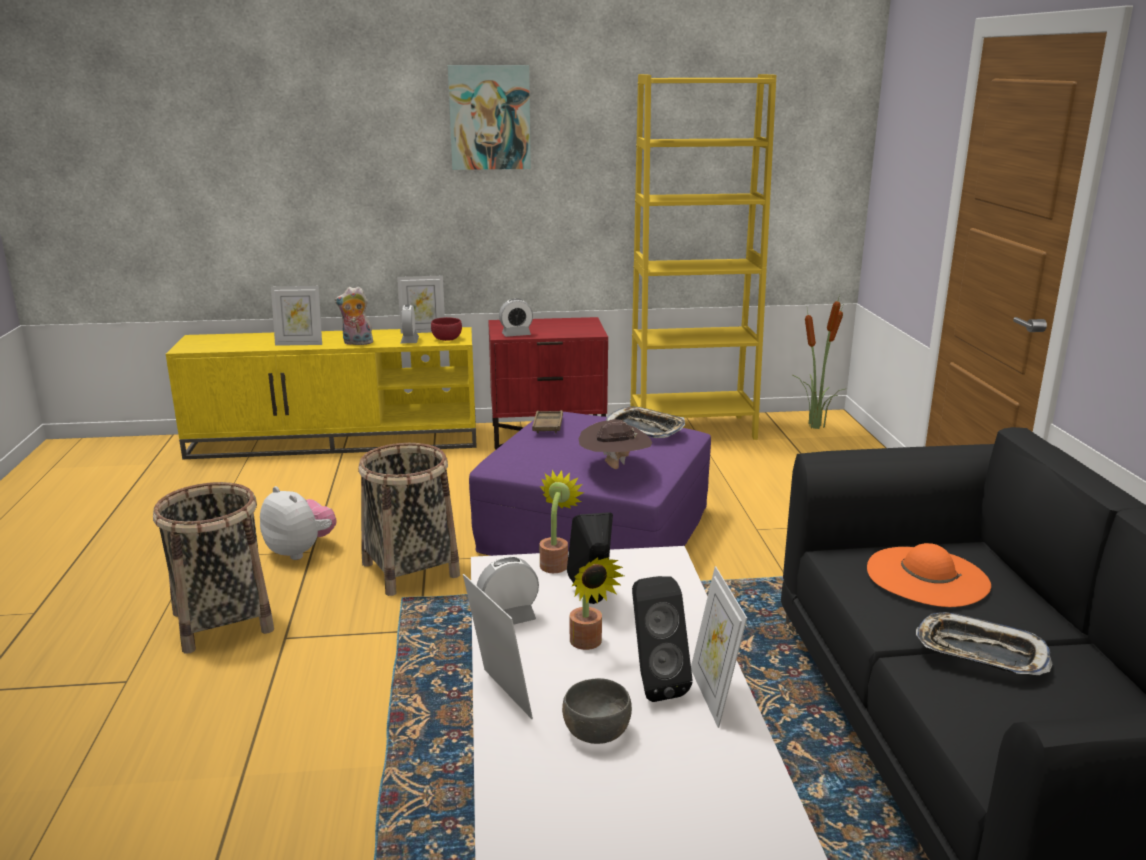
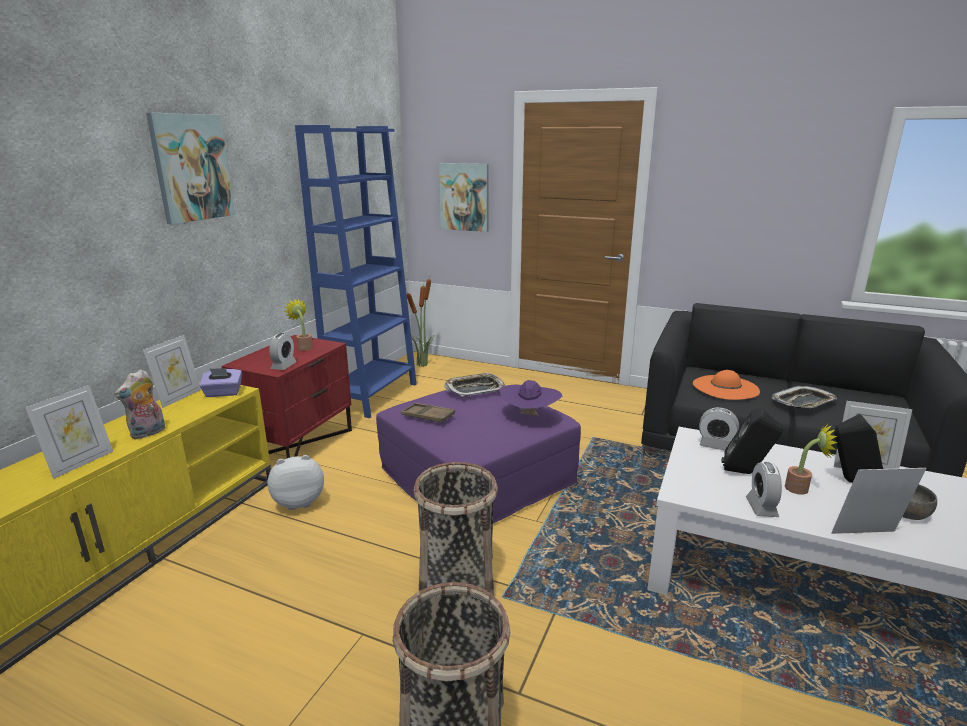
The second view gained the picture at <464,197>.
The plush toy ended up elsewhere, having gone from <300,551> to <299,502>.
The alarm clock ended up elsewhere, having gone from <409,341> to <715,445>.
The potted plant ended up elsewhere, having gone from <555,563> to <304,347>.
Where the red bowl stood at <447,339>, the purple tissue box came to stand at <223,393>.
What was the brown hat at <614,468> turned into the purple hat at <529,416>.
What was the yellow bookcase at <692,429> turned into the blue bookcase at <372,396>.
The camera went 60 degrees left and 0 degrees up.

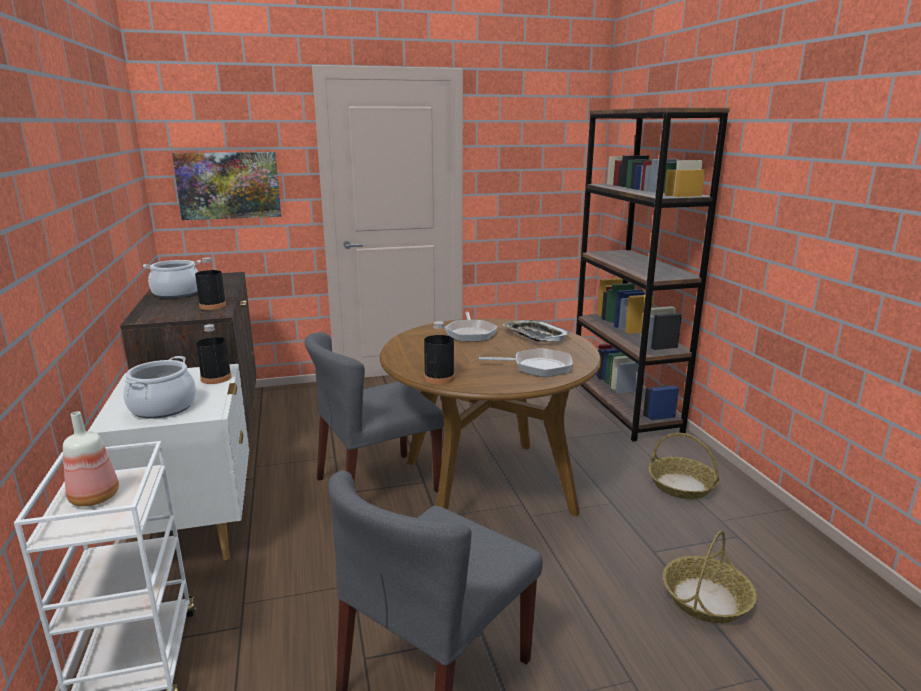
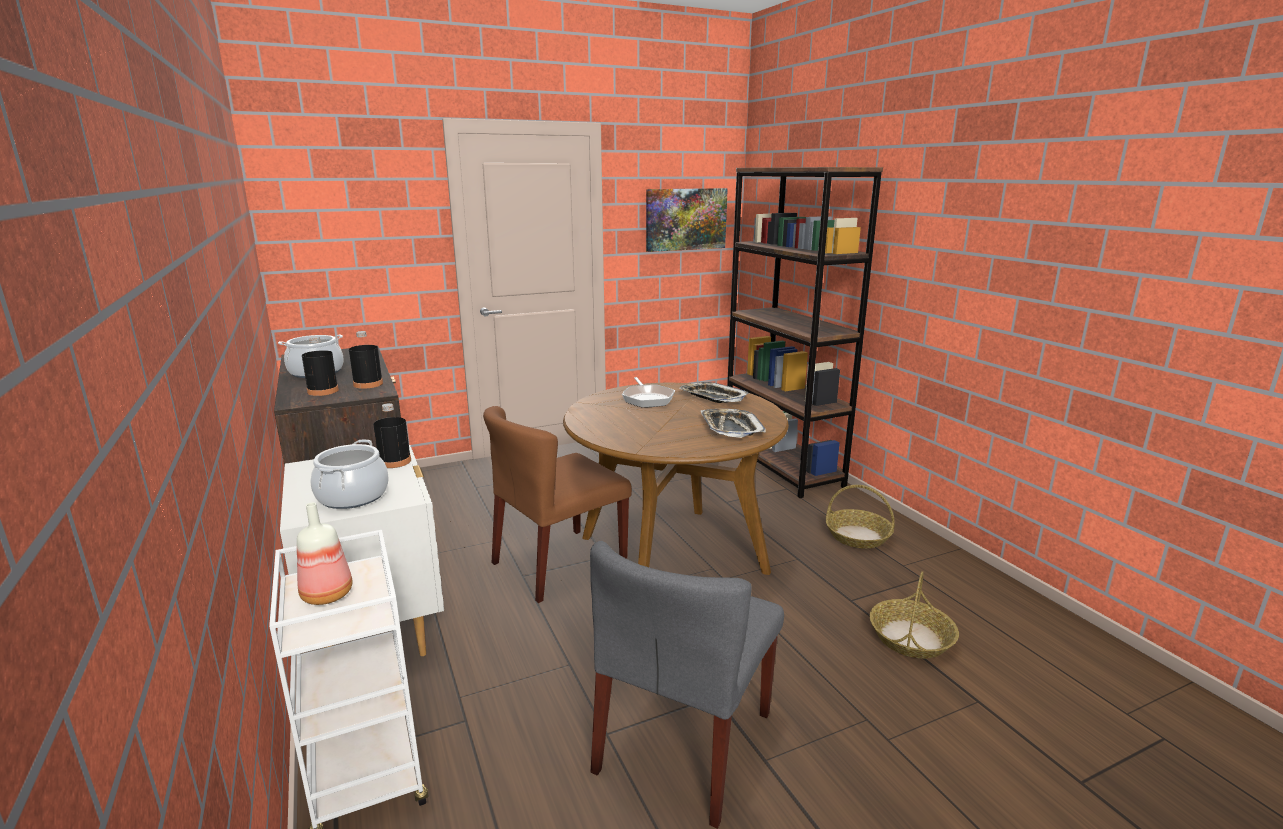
The picture ended up elsewhere, having gone from <228,185> to <685,219>.
The black bottle ended up elsewhere, having gone from <439,378> to <323,391>.
Where the frying pan stood at <537,367>, the tray came to stand at <731,428>.
What was the grey chair at <377,485> turned into the brown chair at <558,564>.
The camera went 10 degrees left and 0 degrees up.

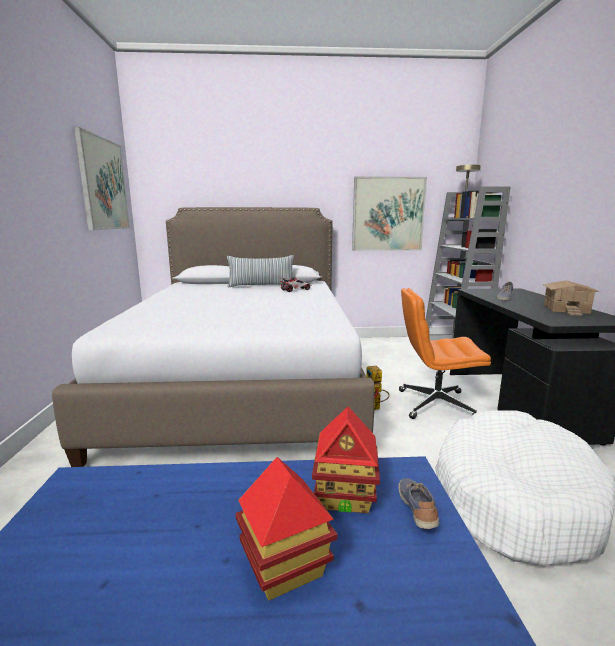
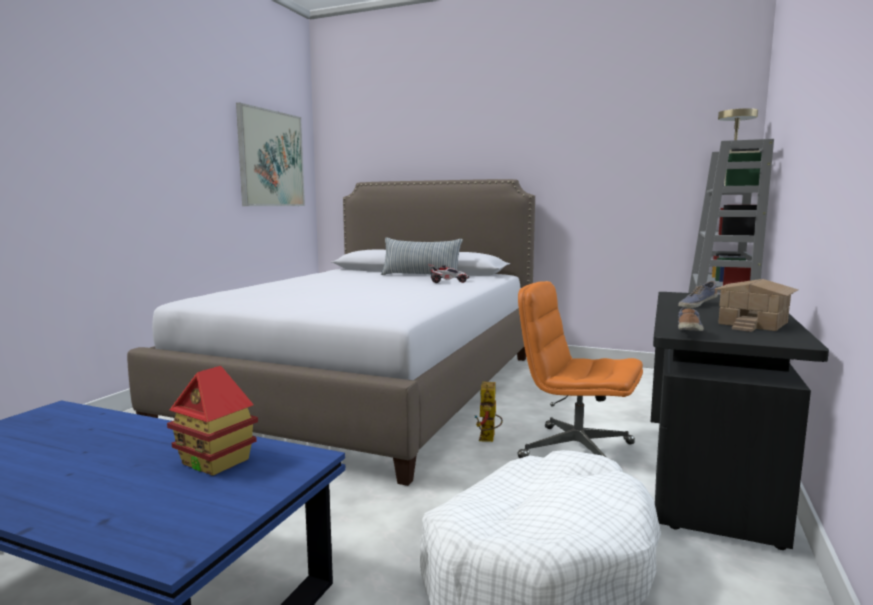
The second view lost the toy house at <285,568>.
The second view lost the picture at <388,214>.
The shoe ended up elsewhere, having gone from <417,510> to <689,333>.
The camera went 25 degrees right and 5 degrees down.

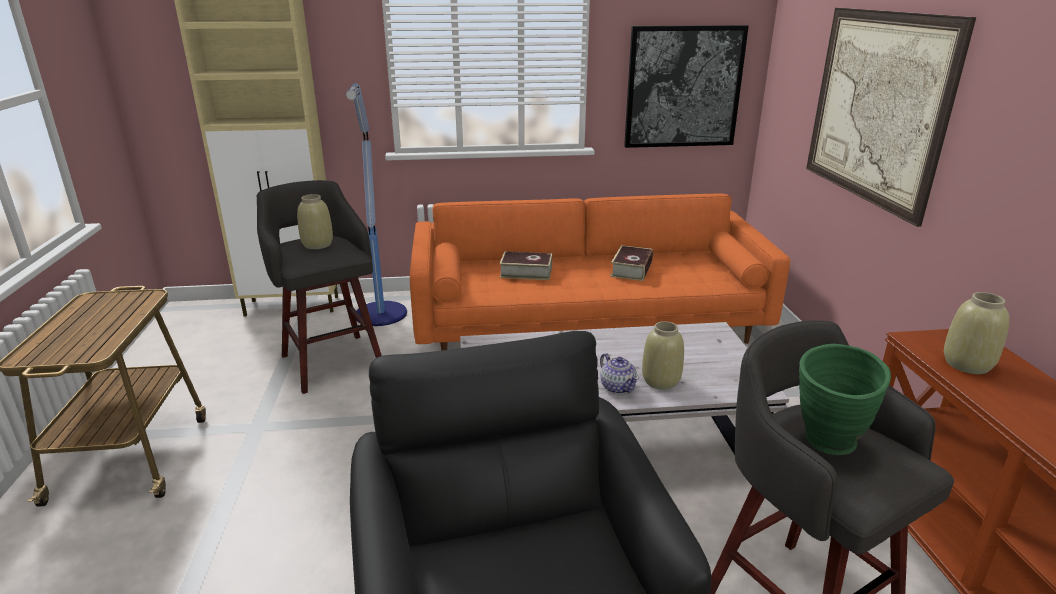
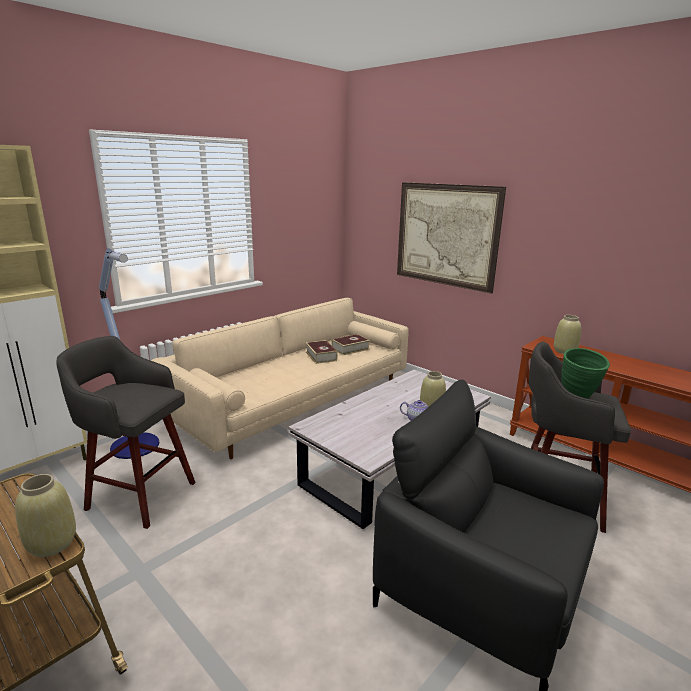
The second view lost the picture at <683,87>.
The beige vase ended up elsewhere, having gone from <317,245> to <51,544>.
The book ended up elsewhere, having gone from <526,272> to <350,349>.
What was the orange sofa at <587,322> turned into the beige sofa at <294,401>.
The camera went 40 degrees left and 5 degrees down.

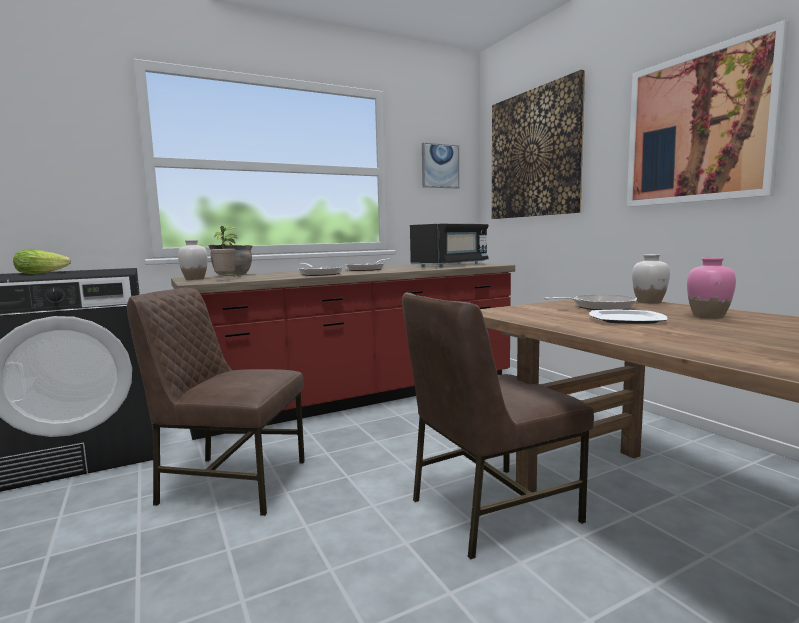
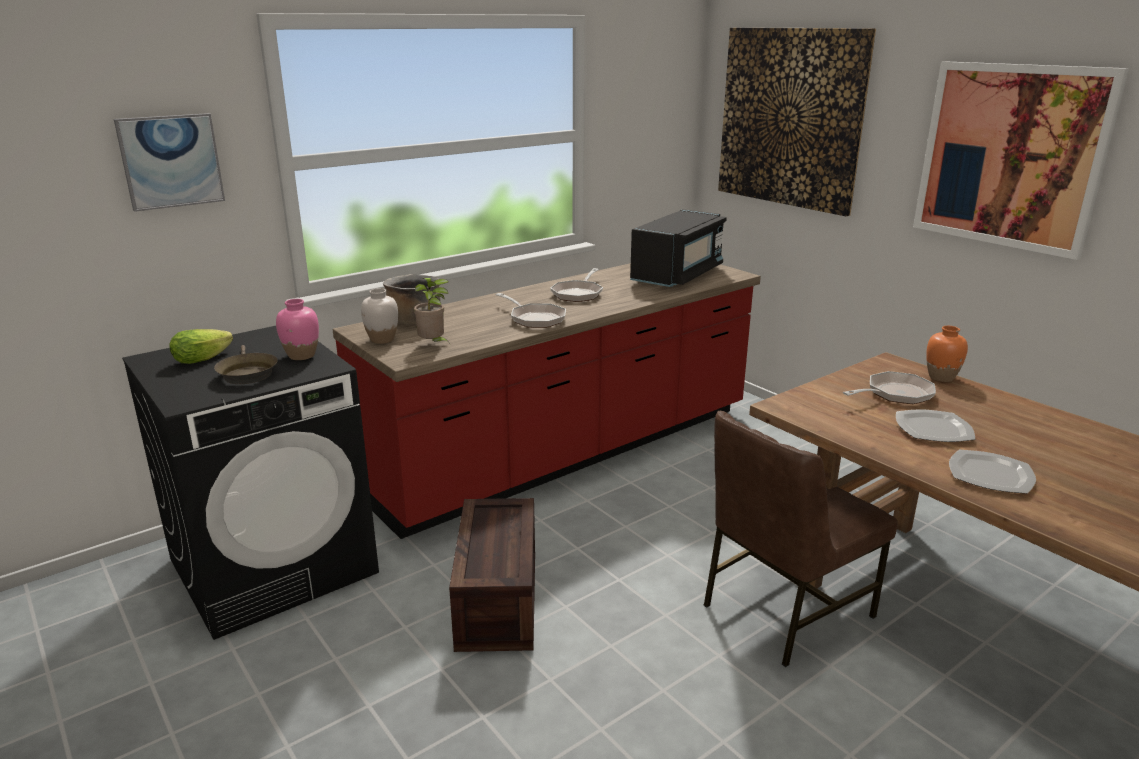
The second view gained the brown frying pan at <247,373>.
The second view gained the plate at <991,474>.
The picture ended up elsewhere, having gone from <440,166> to <171,161>.
The pink vase ended up elsewhere, having gone from <708,316> to <301,356>.
Where the brown chair stood at <231,482>, the crate came to stand at <495,598>.
What was the white vase at <649,302> turned into the orange vase at <941,377>.
The camera went 10 degrees left and 15 degrees up.

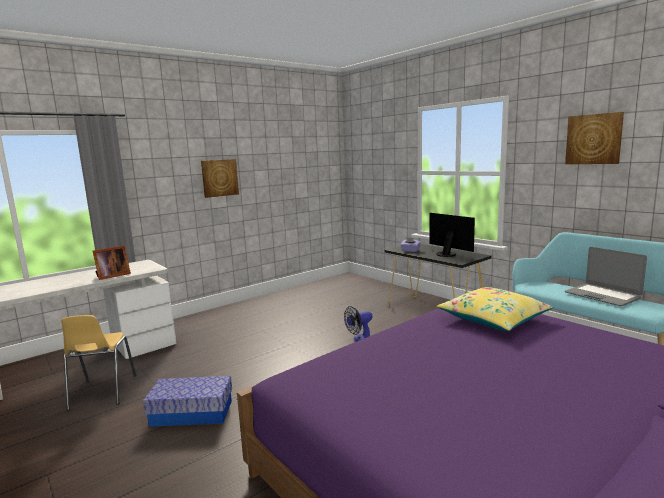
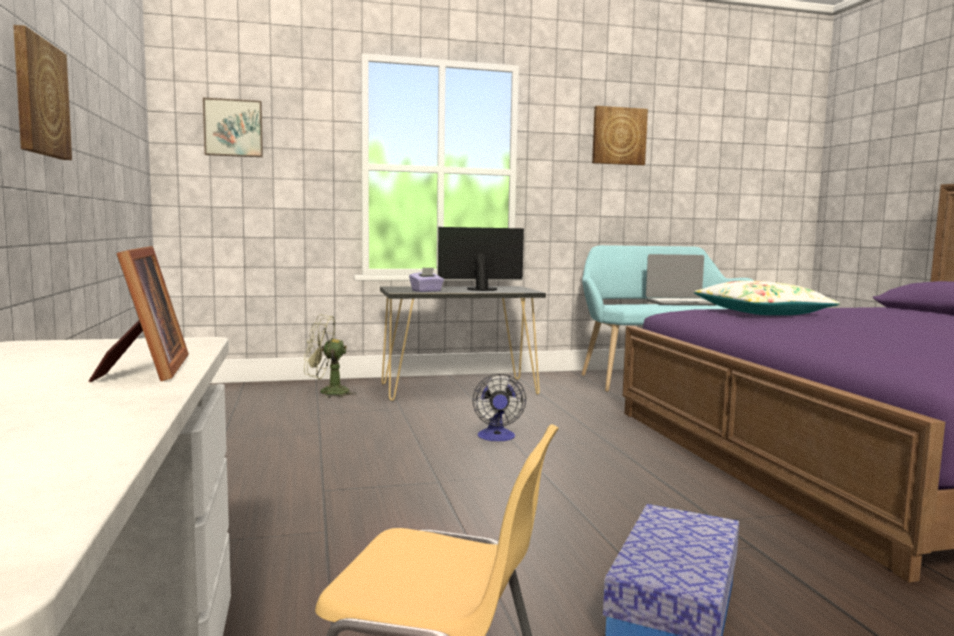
The second view gained the picture at <233,128>.
The second view gained the green fan at <327,392>.
What was the yellow pillow at <493,319> turned into the white pillow at <761,313>.
The camera went 65 degrees left and 5 degrees down.

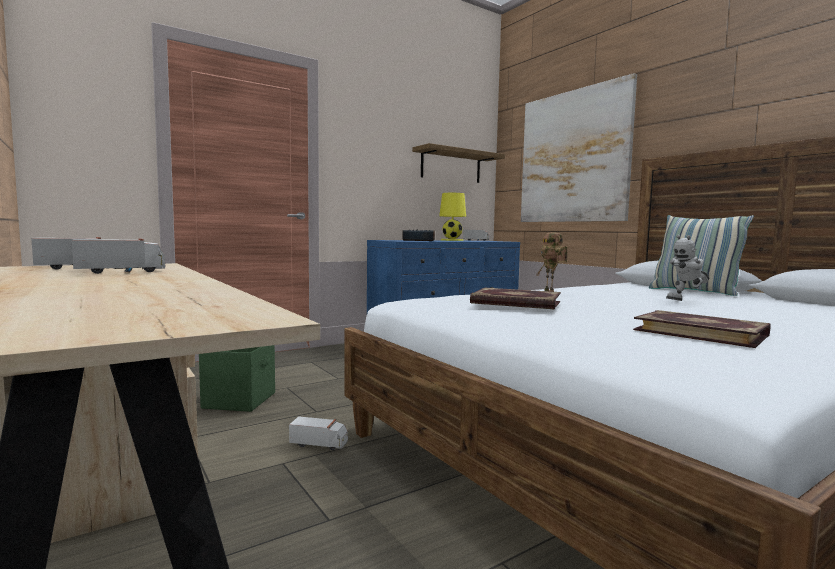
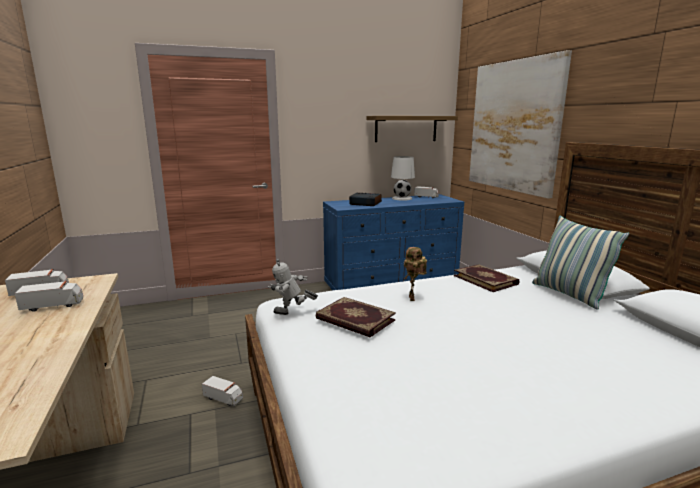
The second view lost the green storage box at <240,400>.
The book ended up elsewhere, having gone from <700,332> to <486,280>.
The toy robot ended up elsewhere, having gone from <687,301> to <292,315>.
What was the yellow table lamp at <452,240> turned into the white table lamp at <402,198>.
The camera went 15 degrees right and 10 degrees up.

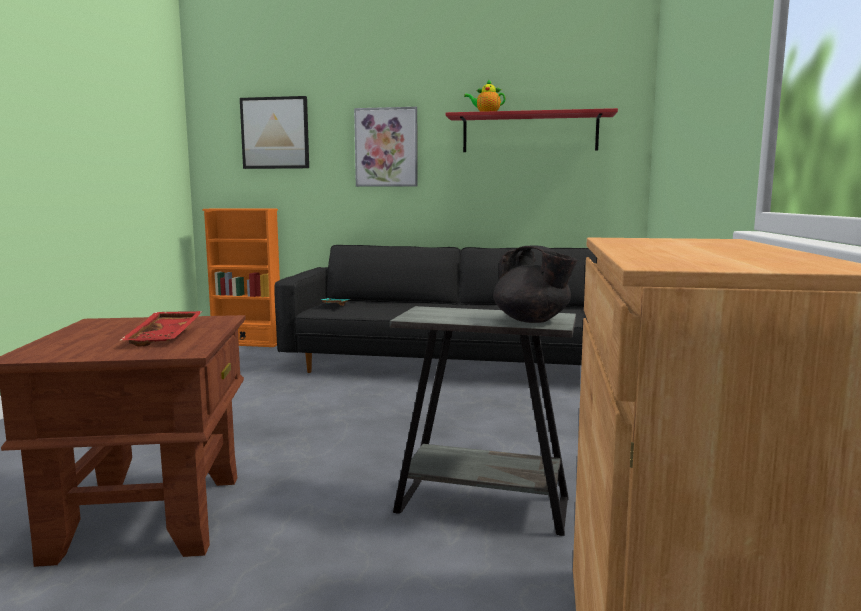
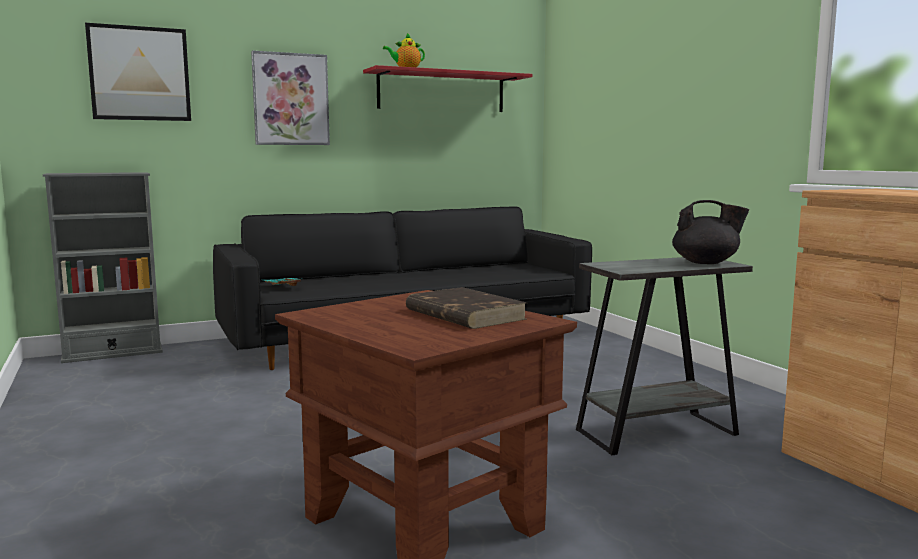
Where the red tray stood at <166,337>, the brown book came to stand at <464,314>.
What was the orange bookcase at <247,343> turned into the grey bookcase at <113,354>.
The camera went 35 degrees left and 0 degrees up.

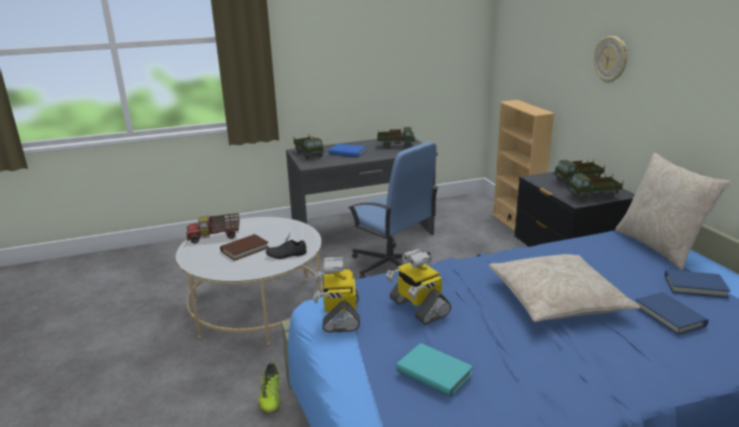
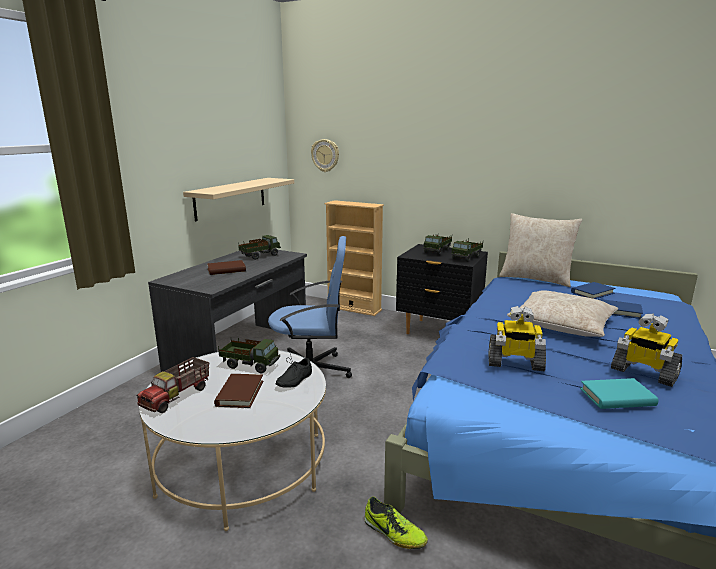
The second view gained the beige shelf at <231,198>.
The toy truck ended up elsewhere, having gone from <309,154> to <250,365>.
The toy robot ended up elsewhere, having gone from <340,315> to <643,373>.
The wall clock ended up elsewhere, having gone from <611,59> to <325,155>.
What was the blue book at <347,153> turned into the brown book at <226,270>.
The camera went 45 degrees left and 5 degrees down.

